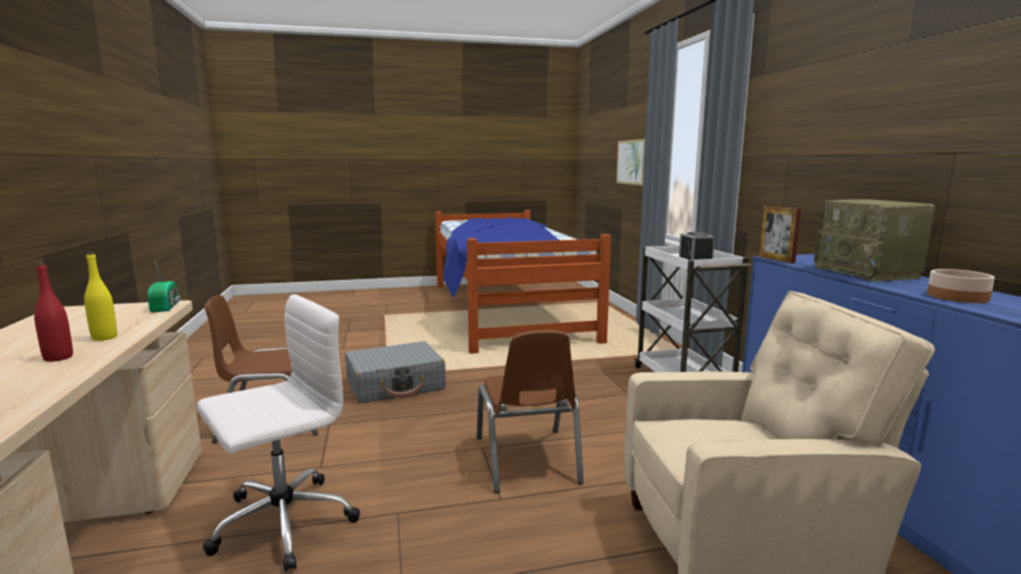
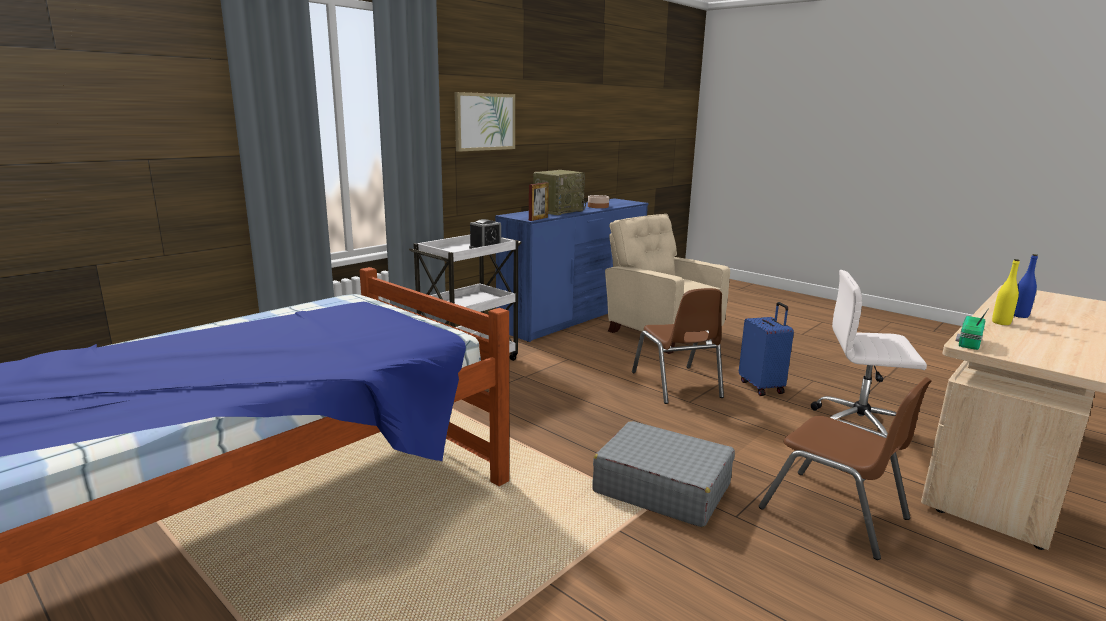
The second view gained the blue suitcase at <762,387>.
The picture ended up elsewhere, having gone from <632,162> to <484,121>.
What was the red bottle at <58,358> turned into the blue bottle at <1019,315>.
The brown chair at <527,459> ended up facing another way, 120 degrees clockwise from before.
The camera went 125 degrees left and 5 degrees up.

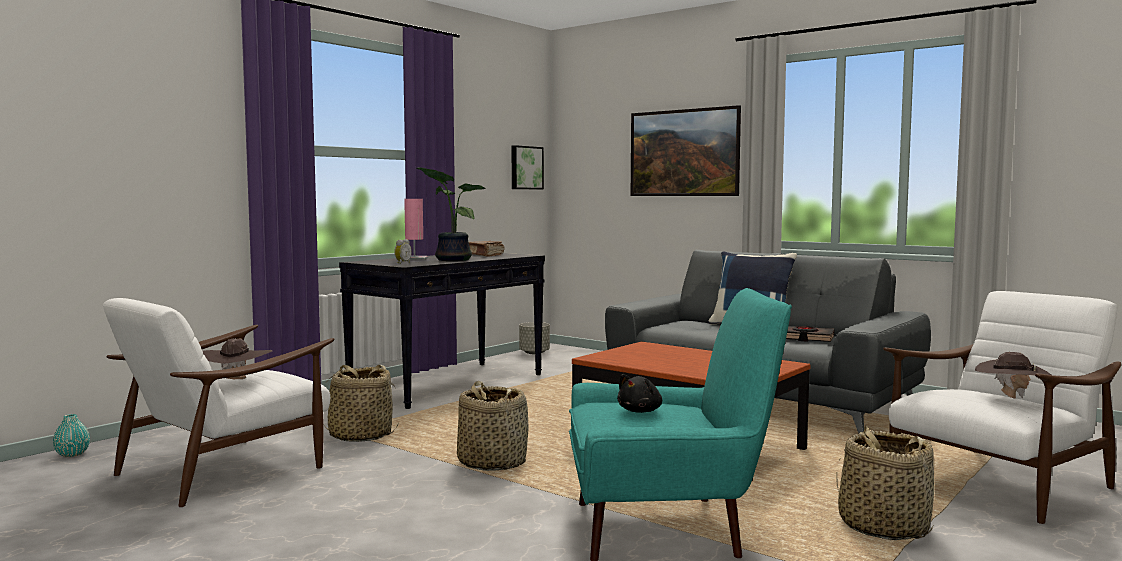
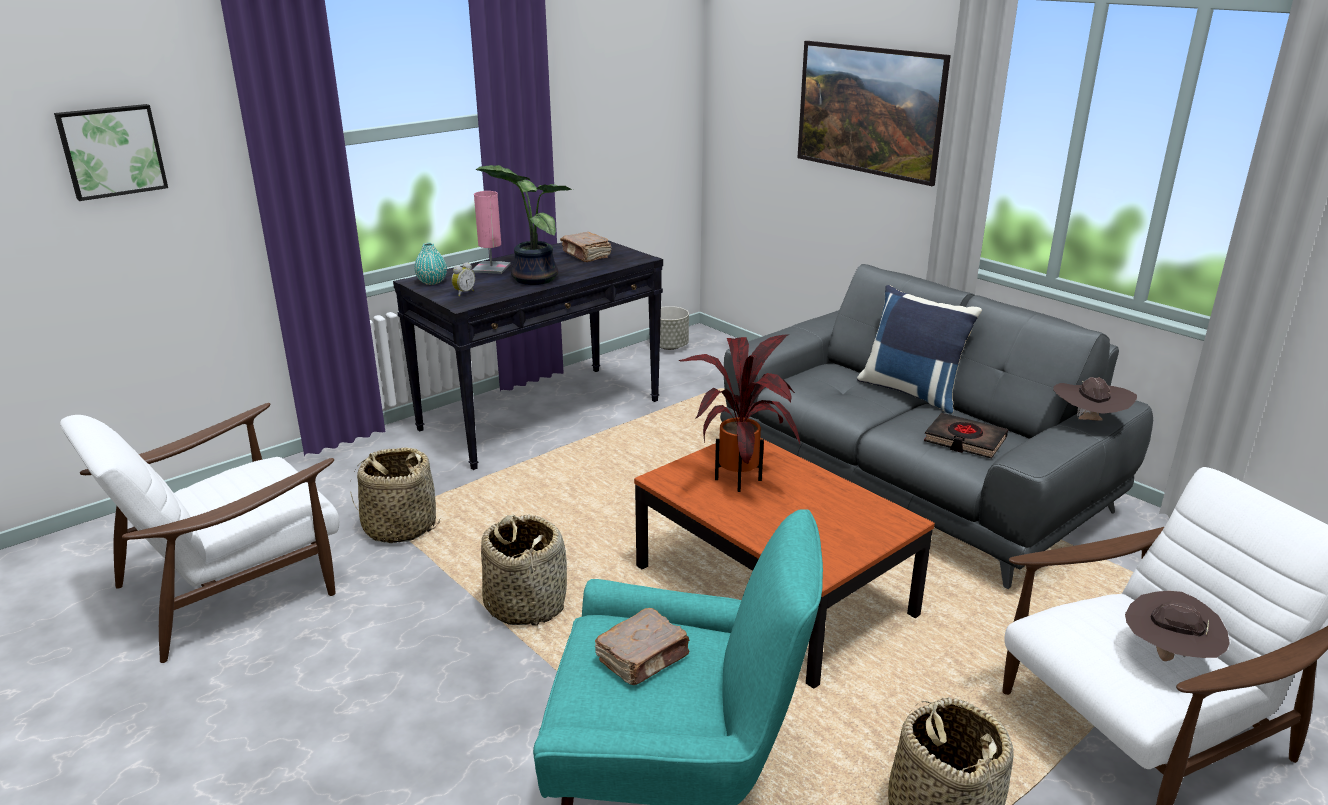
The second view gained the potted plant at <743,479>.
The turquoise vase ended up elsewhere, having gone from <72,454> to <432,282>.
The brown hat ended up elsewhere, having gone from <236,381> to <1088,422>.
The picture ended up elsewhere, having gone from <525,168> to <112,151>.
Where the black plush toy stood at <641,411>, the brown book came to stand at <643,658>.
The camera went 10 degrees right and 20 degrees up.

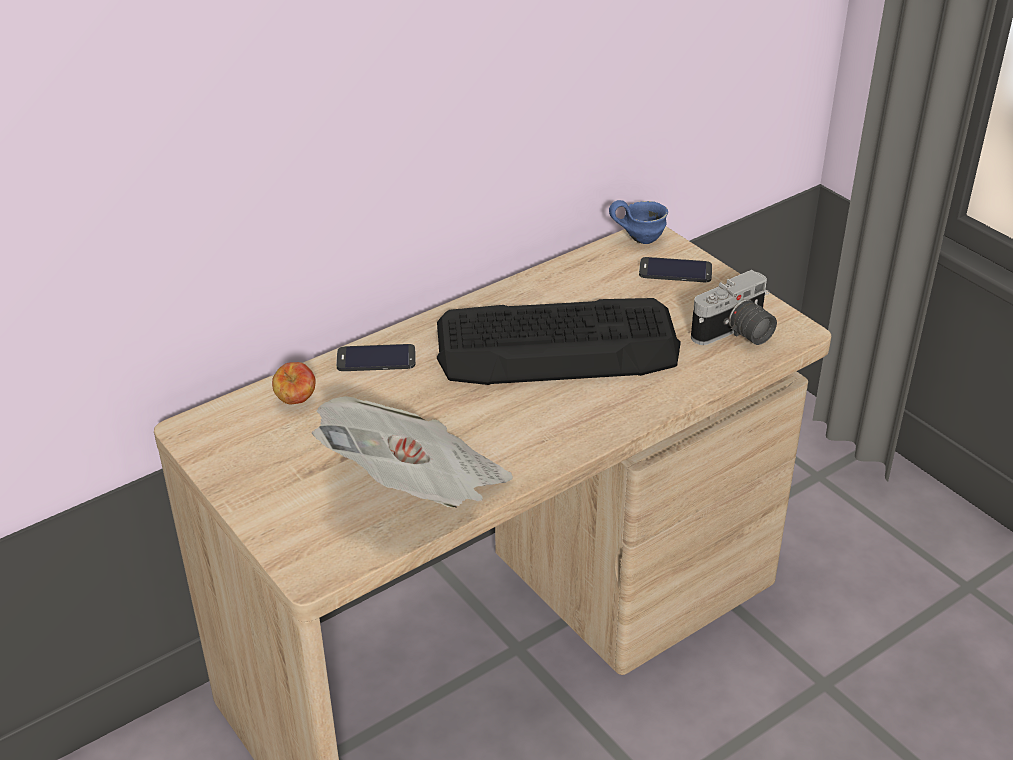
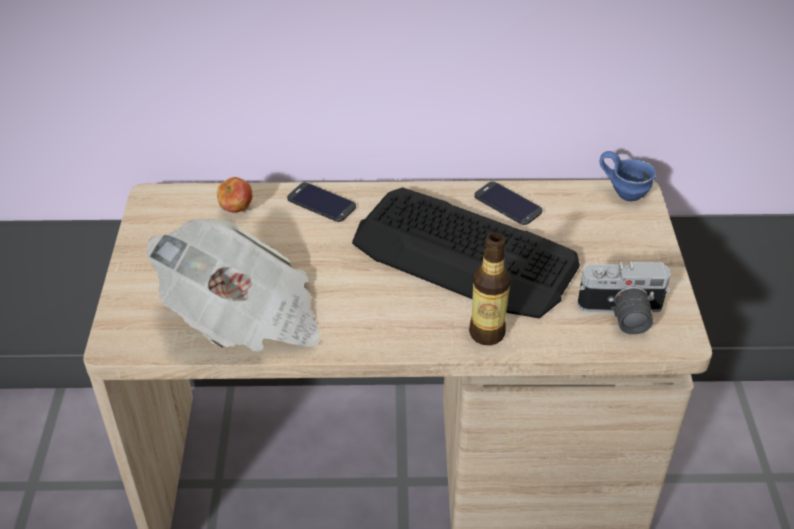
The second view gained the bottle at <487,333>.
The phone ended up elsewhere, having gone from <675,270> to <507,204>.
The camera went 35 degrees right and 5 degrees up.

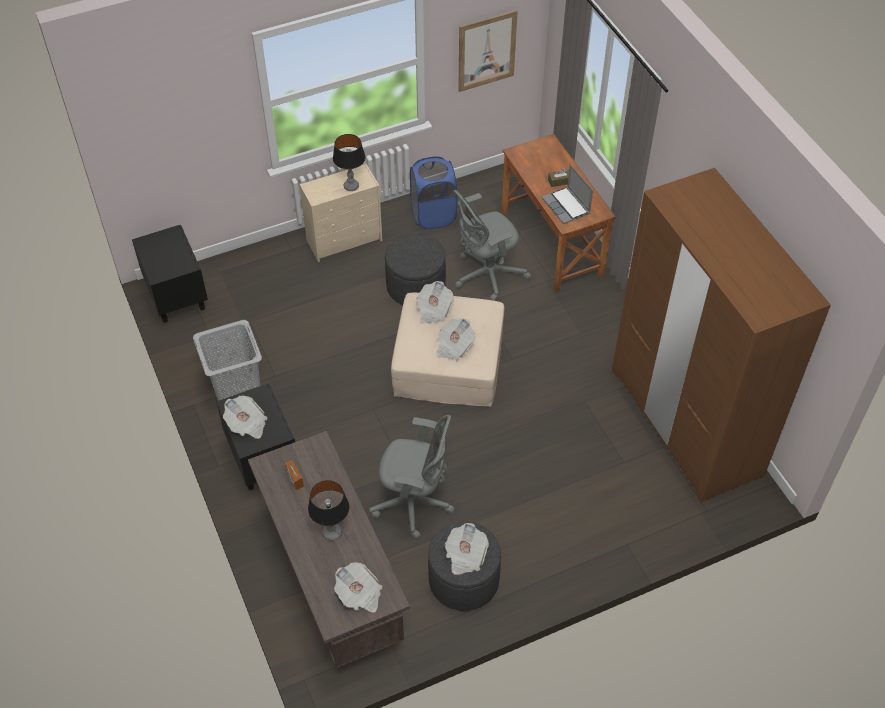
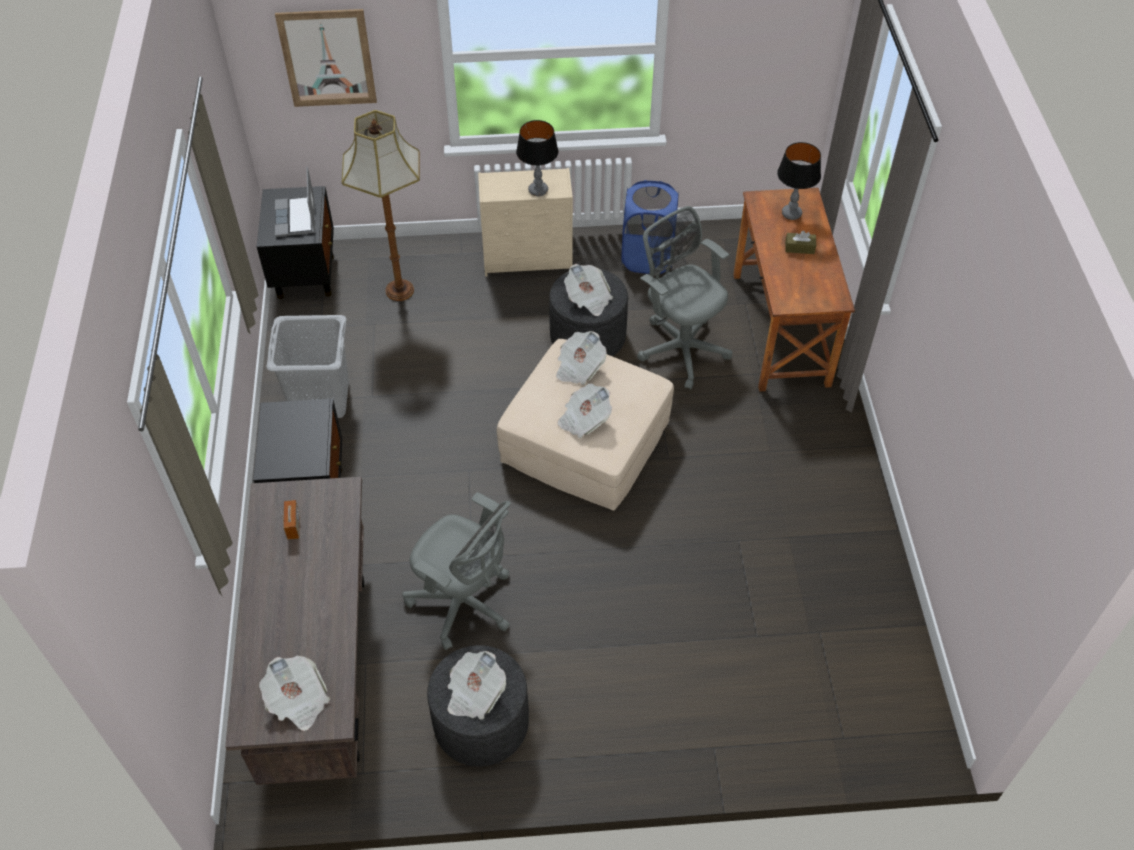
The second view lost the brown wardrobe at <685,421>.
The second view gained the floor lamp at <400,289>.
The newspaper ended up elsewhere, having gone from <247,424> to <588,299>.
The table lamp ended up elsewhere, having gone from <332,532> to <791,213>.
The picture ended up elsewhere, having gone from <486,51> to <327,58>.
The laptop ended up elsewhere, having gone from <566,206> to <296,218>.
The grey office chair at <486,275> ended up facing another way, 60 degrees clockwise from before.
The camera went 20 degrees right and 0 degrees up.

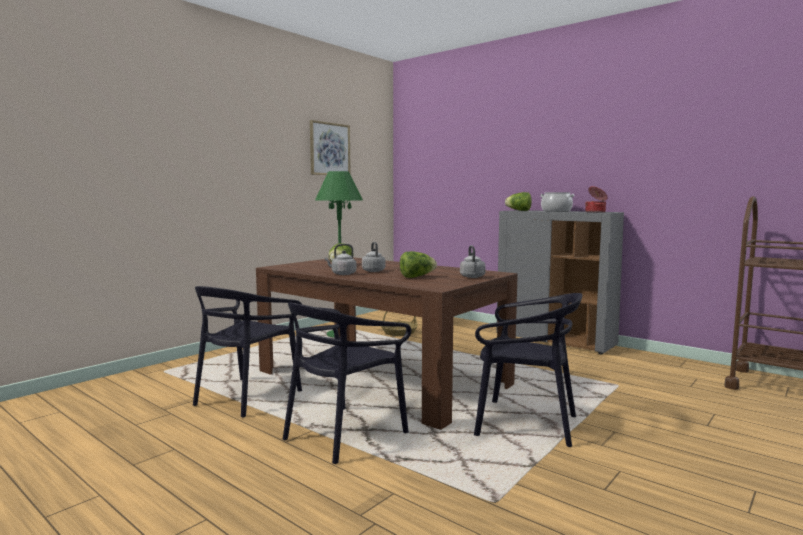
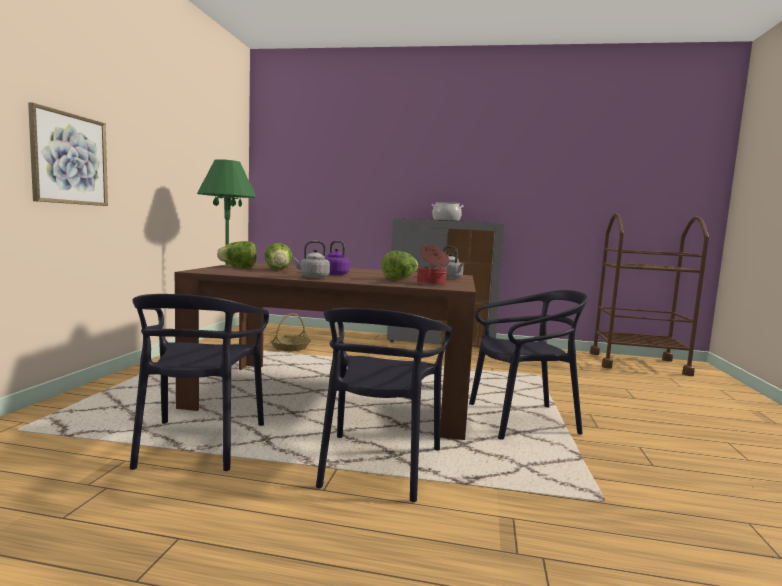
The picture ended up elsewhere, having gone from <329,149> to <69,159>.
The lettuce ended up elsewhere, having gone from <519,210> to <238,267>.
The cooking pot ended up elsewhere, having gone from <596,212> to <431,283>.
What was the grey kettle at <373,271> turned into the purple kettle at <334,274>.
The camera went 30 degrees left and 0 degrees up.

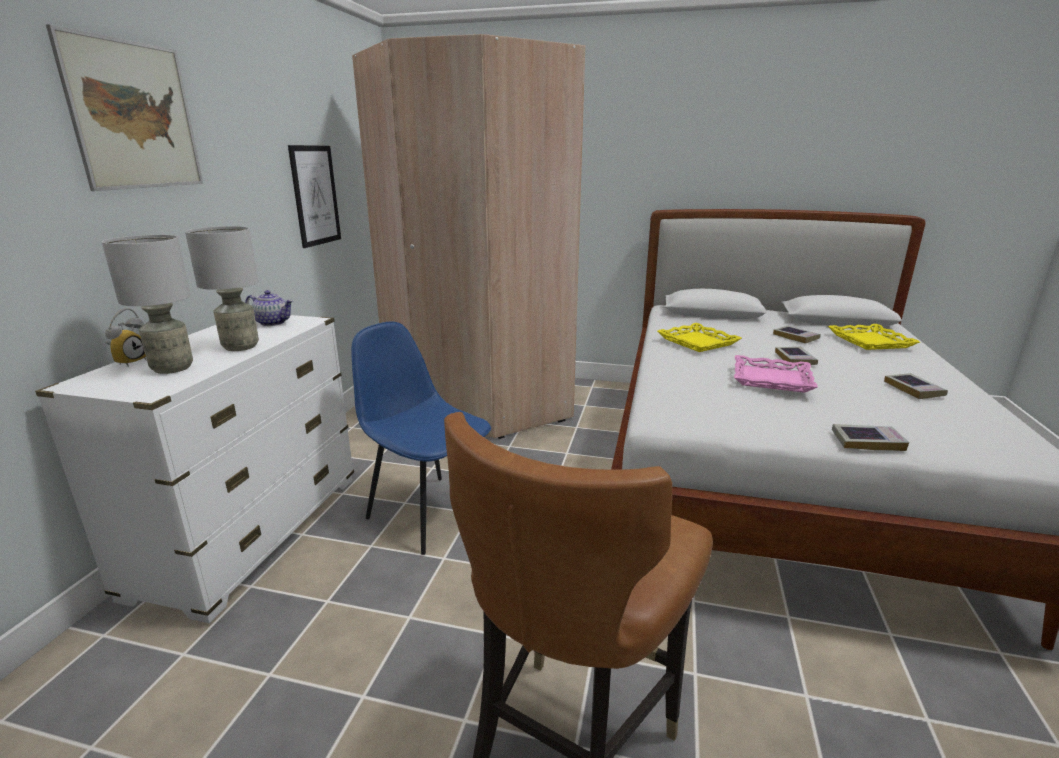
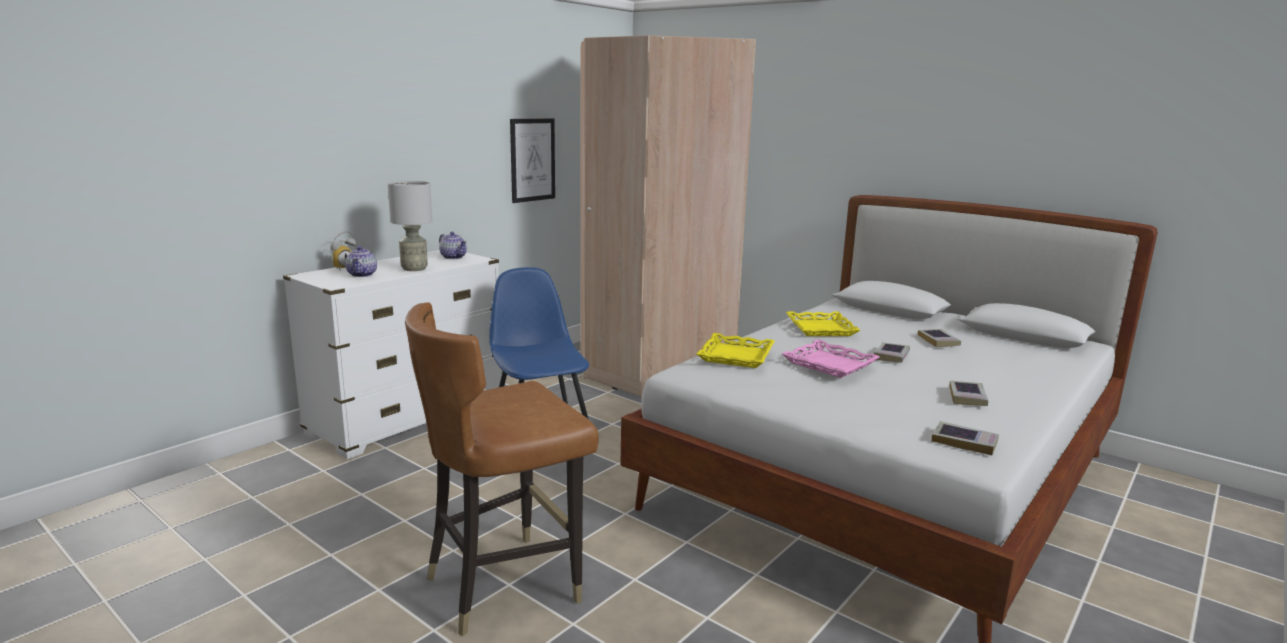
The second view lost the picture at <134,116>.
The yellow tray ended up elsewhere, having gone from <869,341> to <735,356>.
The book ended up elsewhere, having gone from <867,441> to <964,442>.
Where the grey table lamp stood at <173,368>, the teapot came to stand at <362,275>.
The camera went 25 degrees right and 5 degrees down.

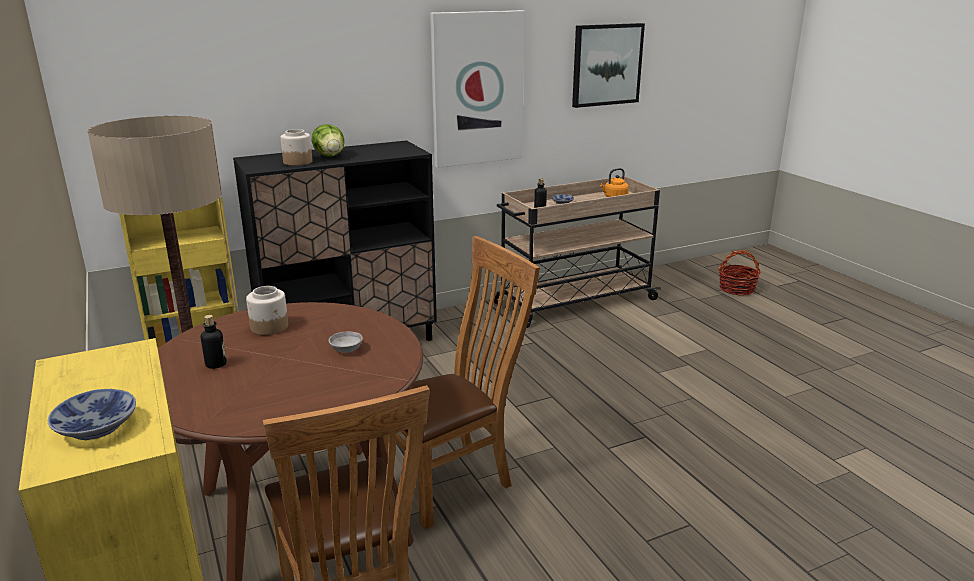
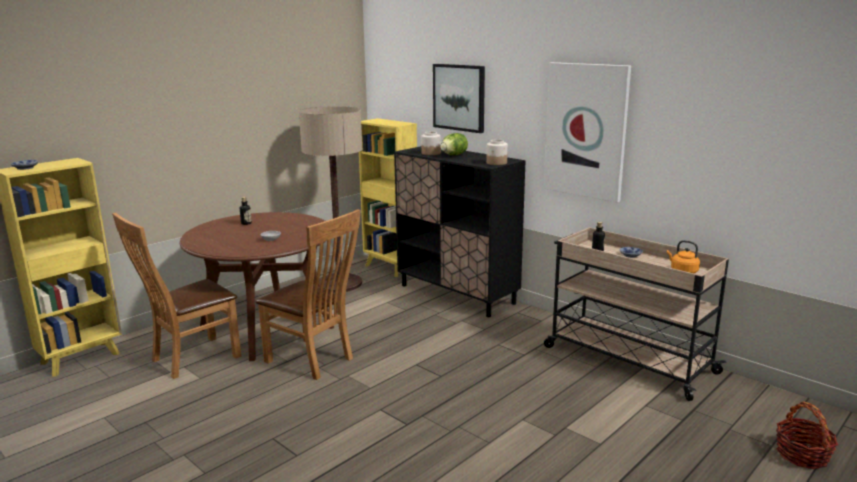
The jar ended up elsewhere, having gone from <270,327> to <496,163>.
The picture ended up elsewhere, having gone from <606,65> to <459,97>.
The camera went 70 degrees right and 5 degrees down.

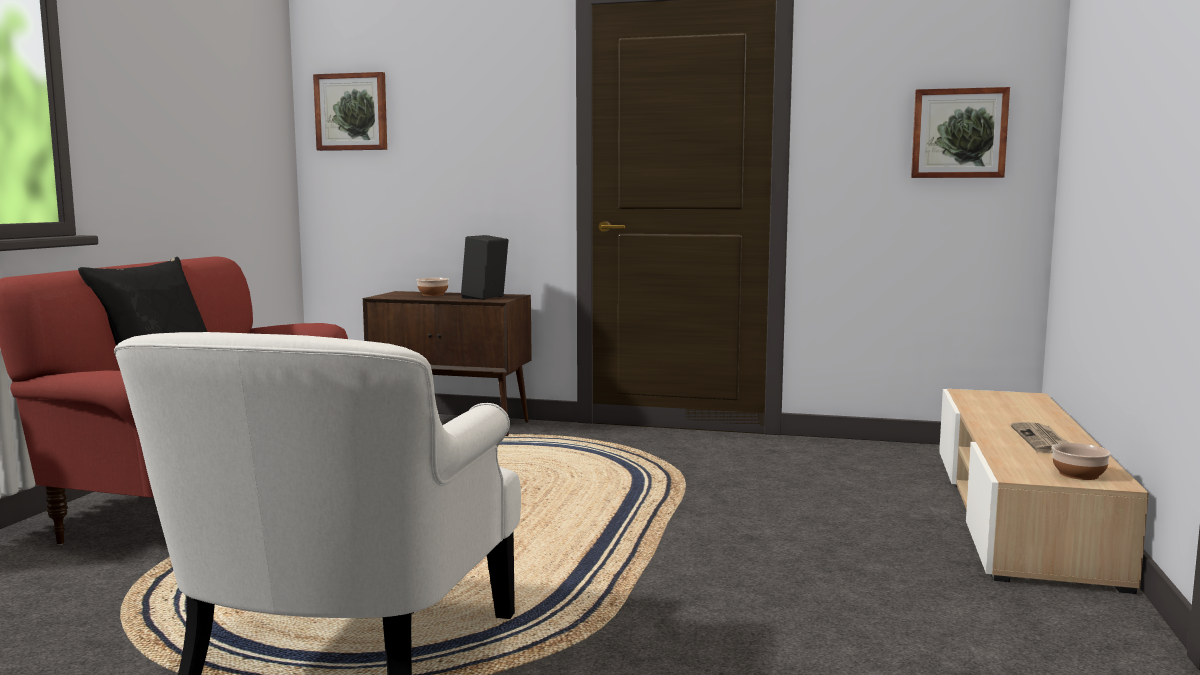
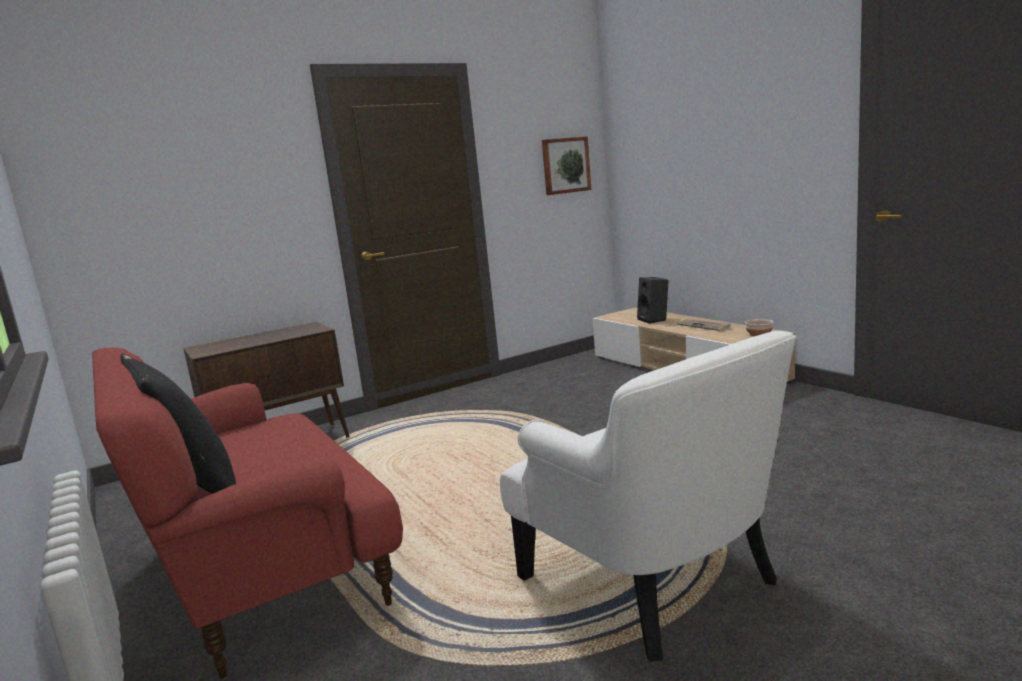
The second view lost the picture at <352,112>.
The second view lost the bowl at <432,294>.
The black speaker ended up elsewhere, having gone from <485,298> to <654,320>.
The camera went 45 degrees left and 5 degrees up.

